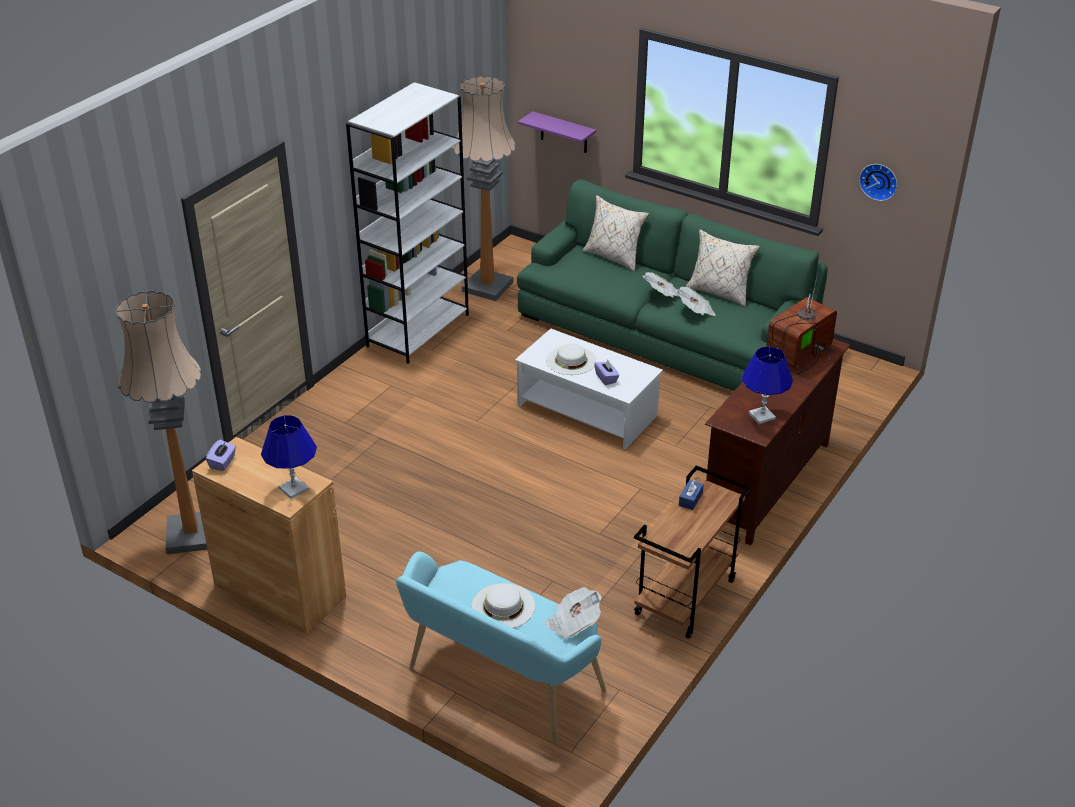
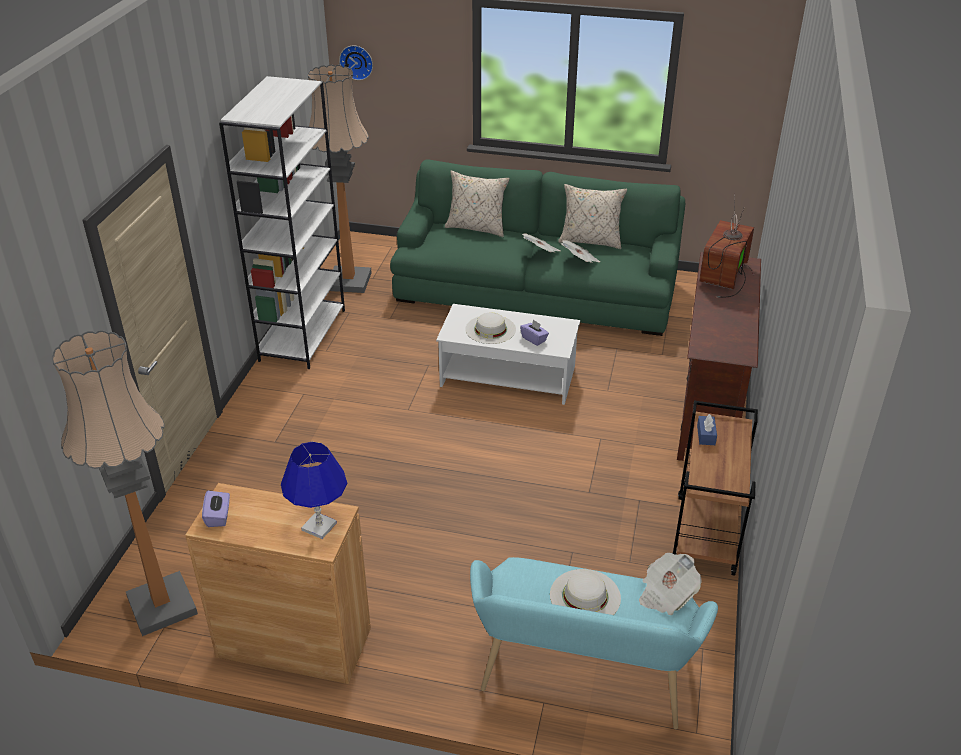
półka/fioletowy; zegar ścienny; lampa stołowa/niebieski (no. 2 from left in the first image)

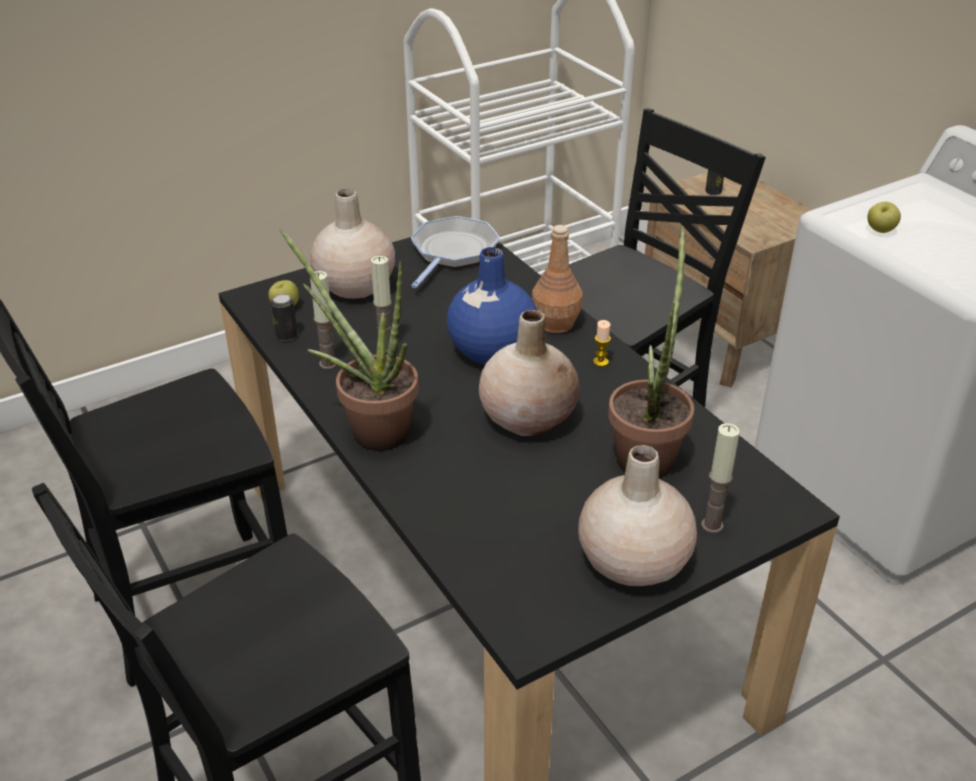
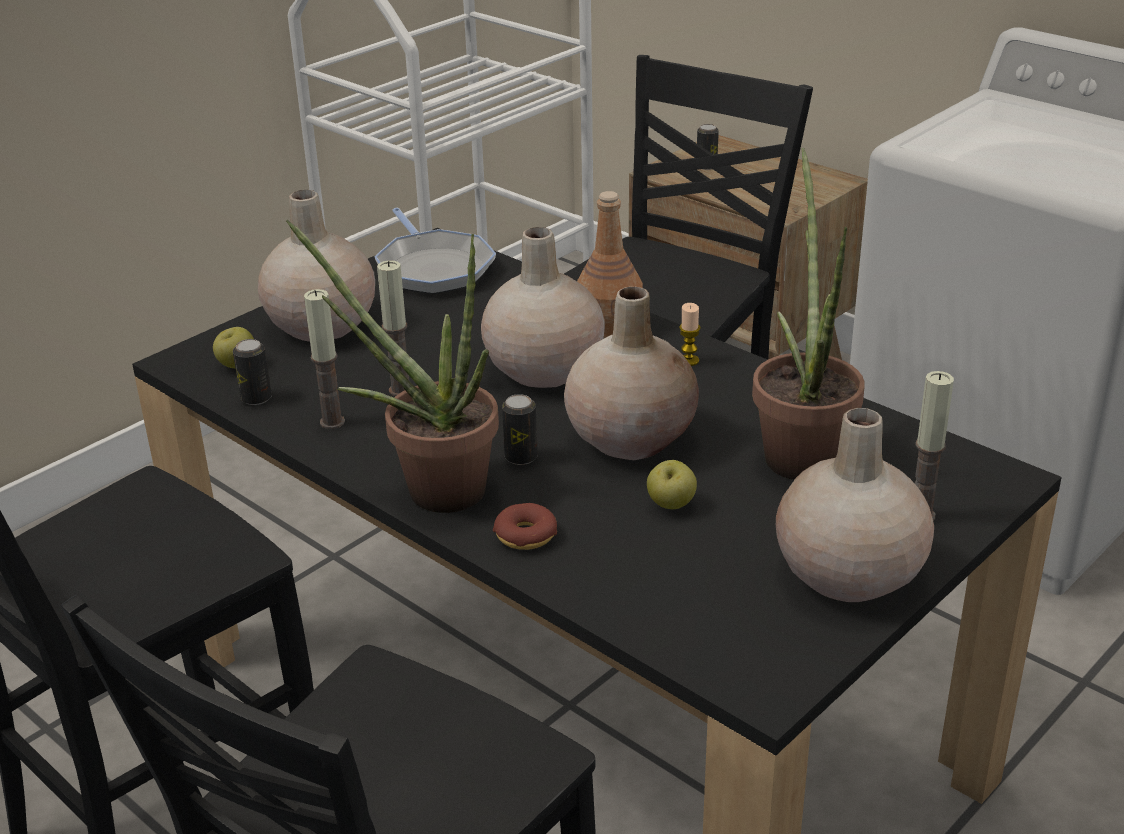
jabłko (no. 2 from left); patelnia; wazon/beżowy (no. 2 from left); puszka (no. 2 from left); donut

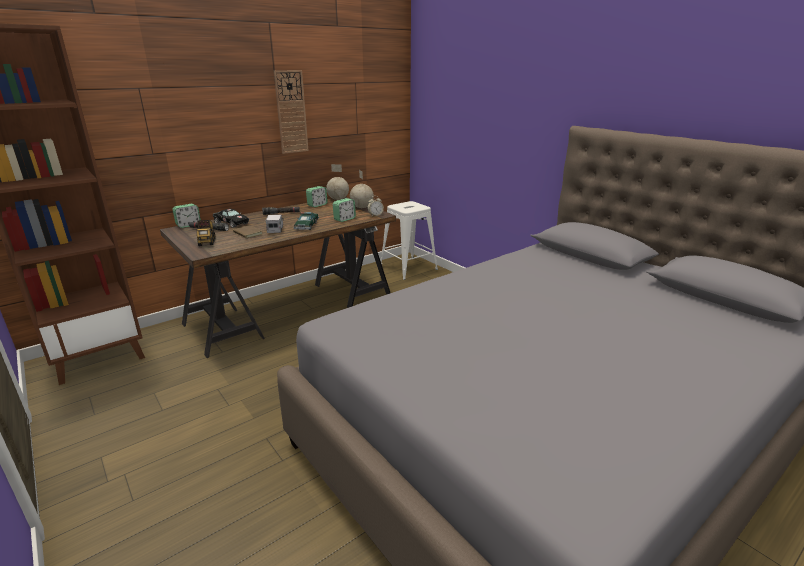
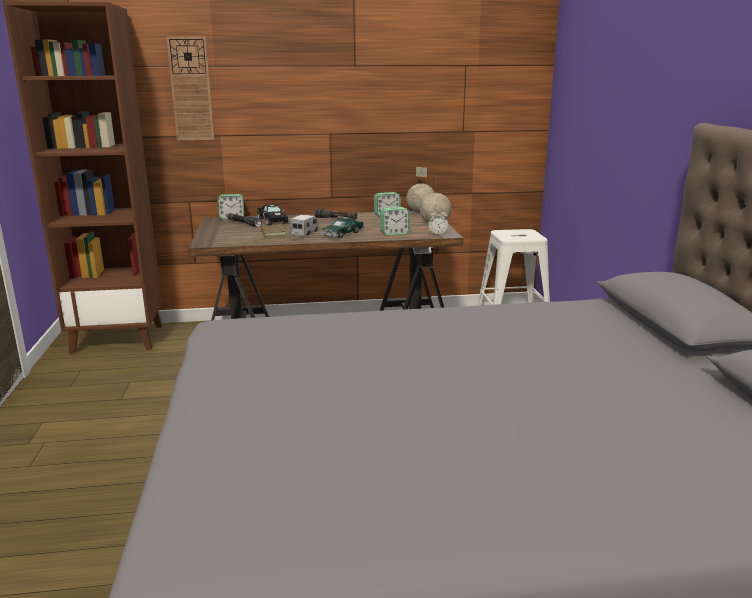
zegar ścienny; ciężarówka zabawkowa (no. 1 from left in the first image)

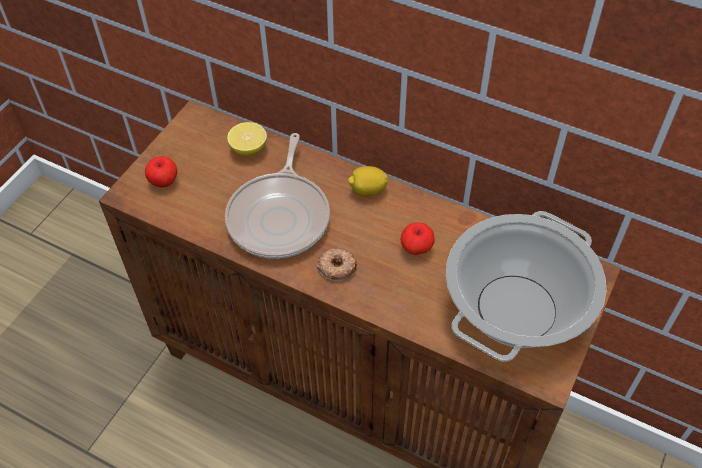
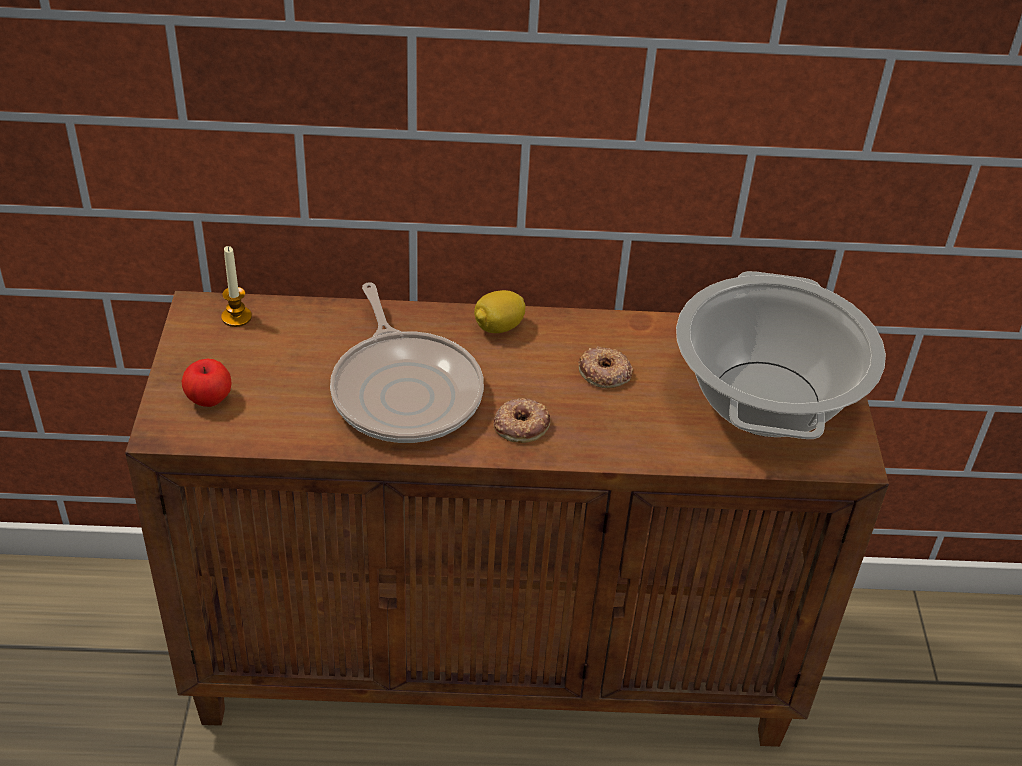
cytryna (no. 1 from left in the first image); donut (no. 2 from left); świeca

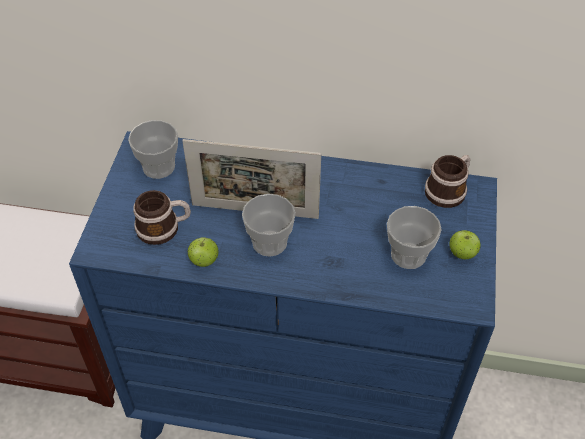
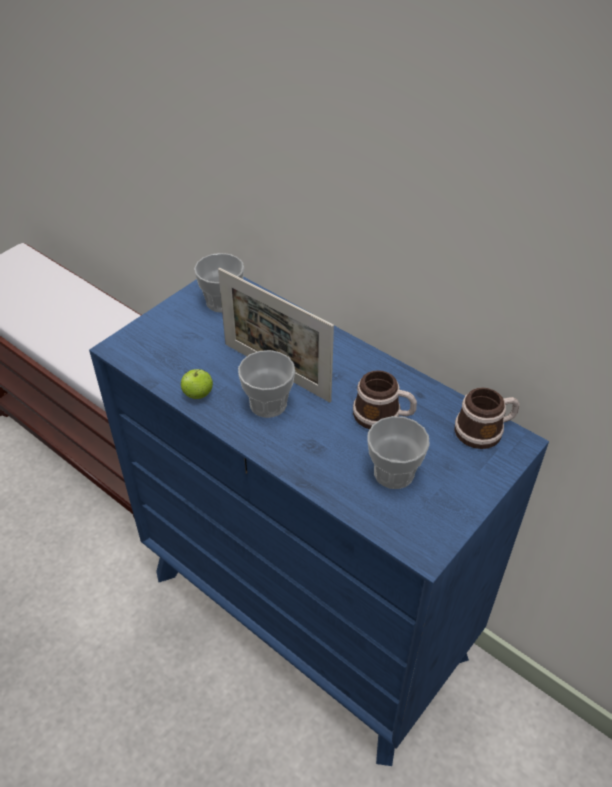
kubek (no. 1 from left); jabłko (no. 2 from left in the first image)

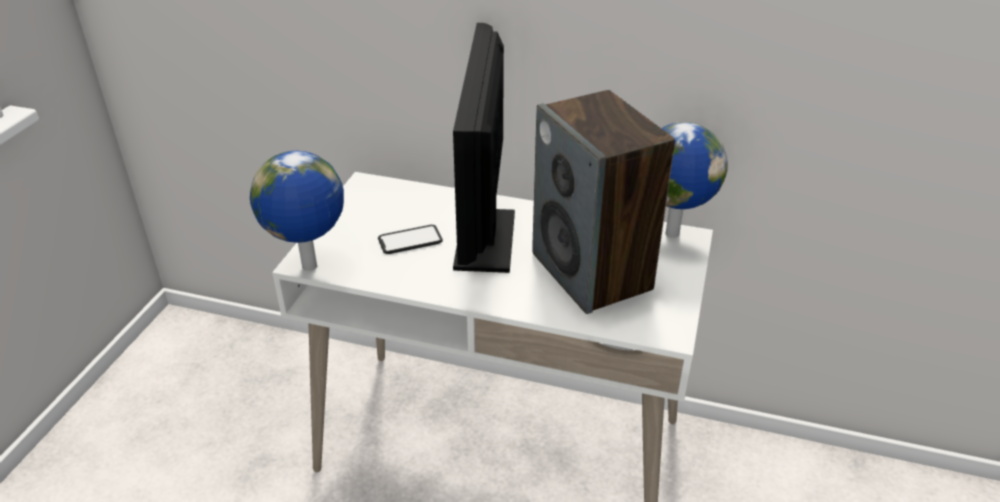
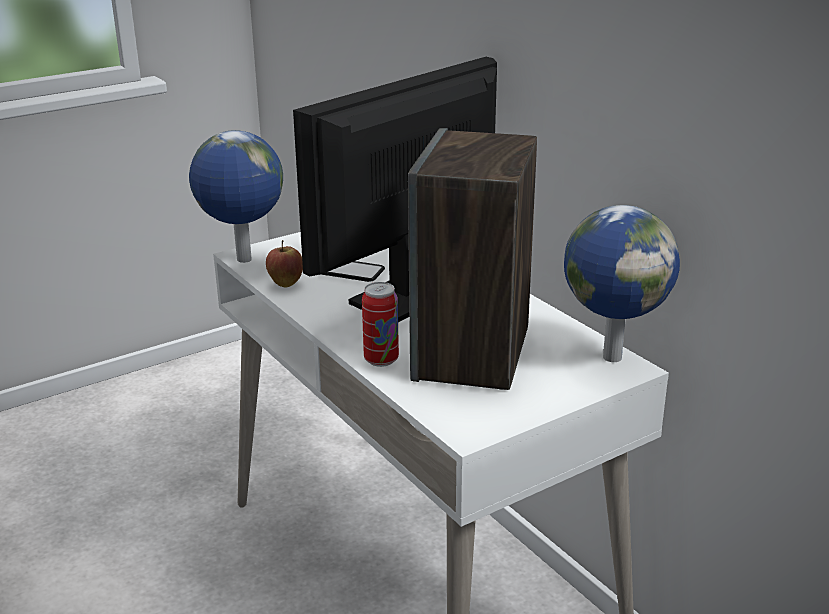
jabłko; puszka

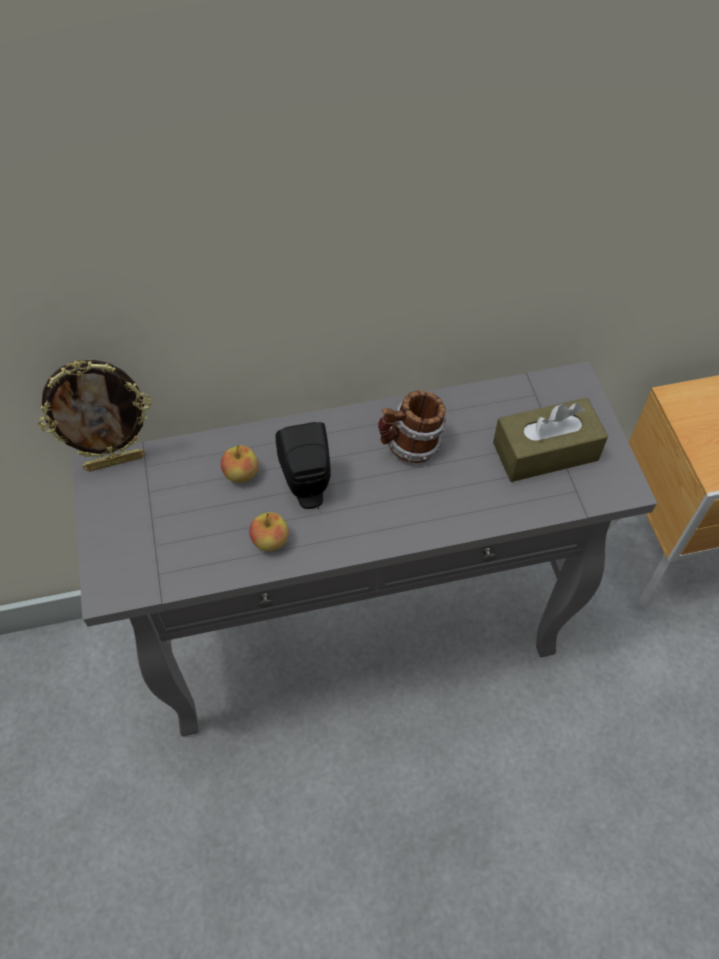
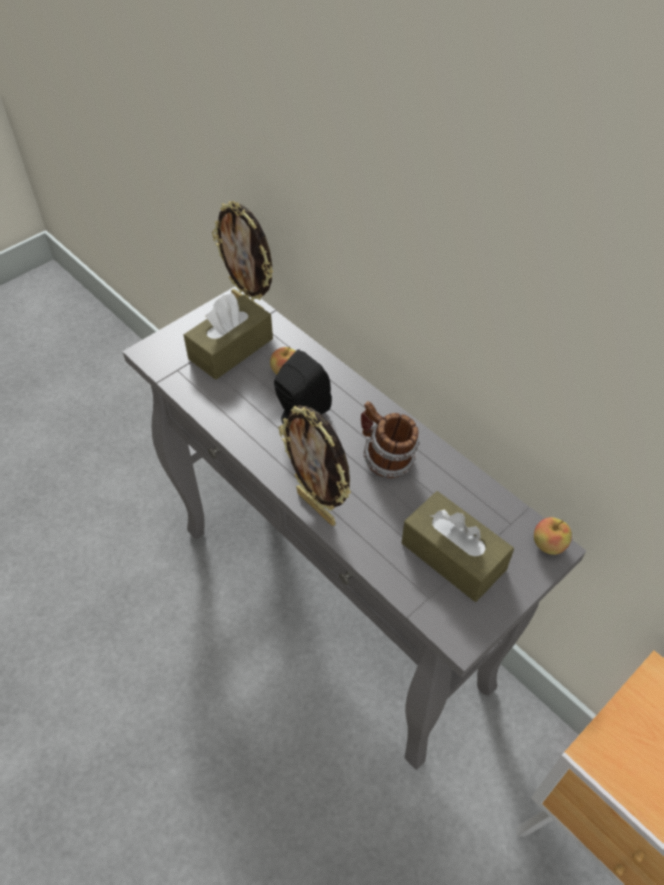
jabłko (no. 2 from left); pudełko chusteczek/brązowy (no. 1 from left); ramka na zdjęcie (no. 2 from left)

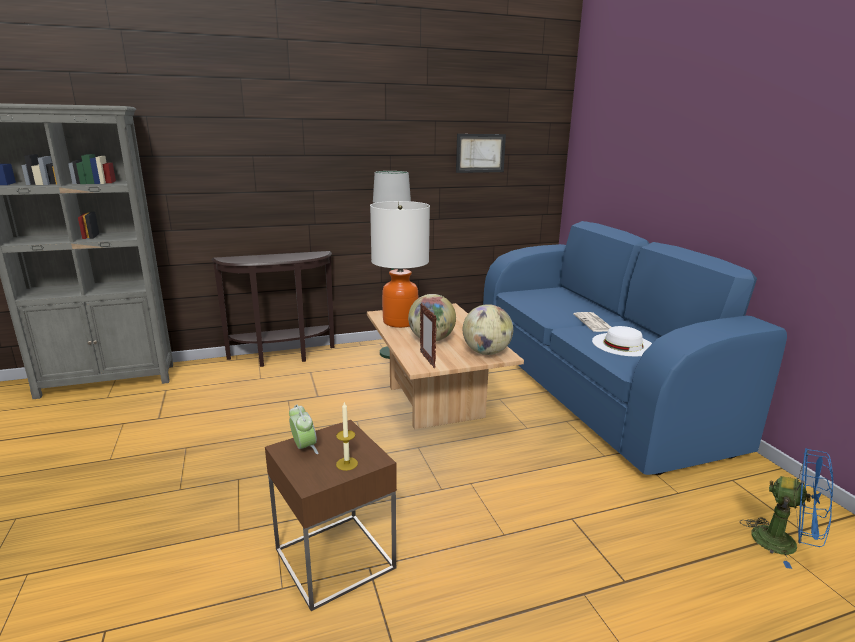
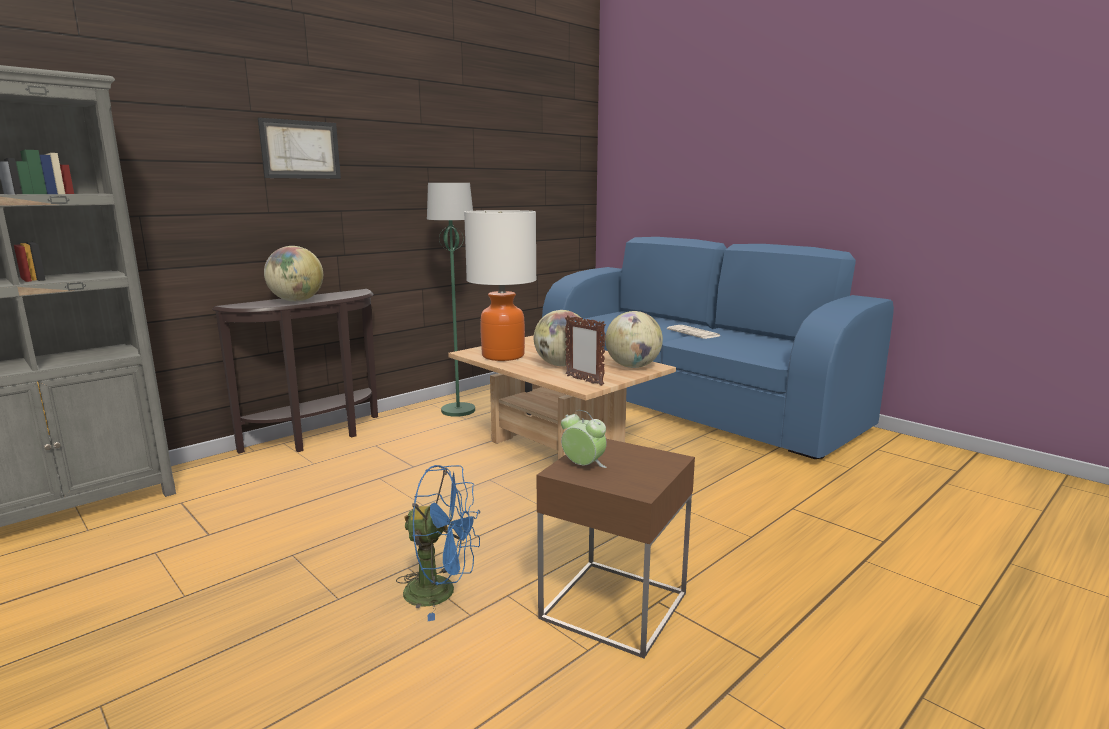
obraz; kapelusz/biały; świeca; wentylator/niebieski; globus (no. 1 from left)

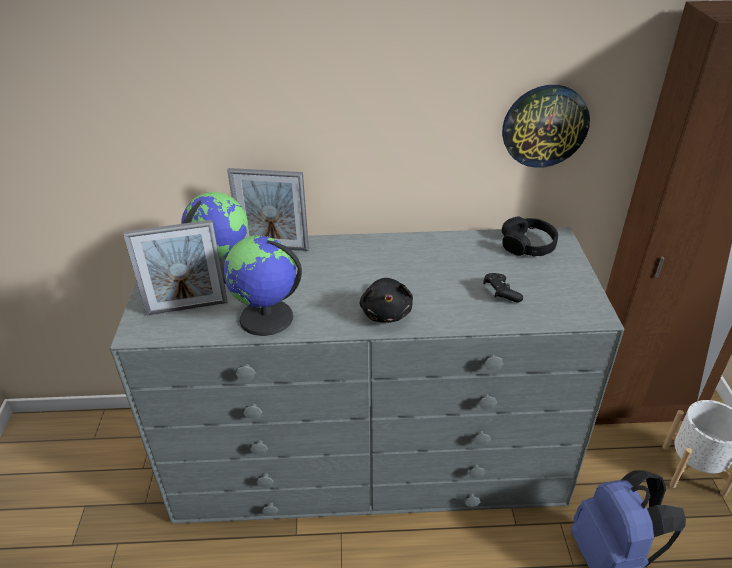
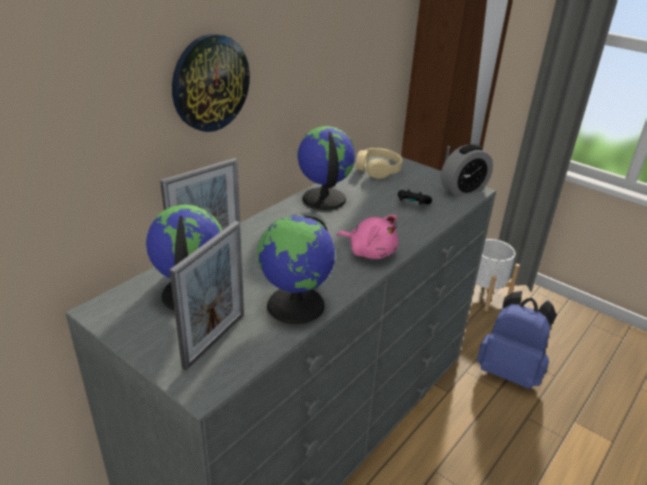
zegar ścienny; słuchawki/beżowy; pluszak/różowy; globus (no. 3 from left); budzik

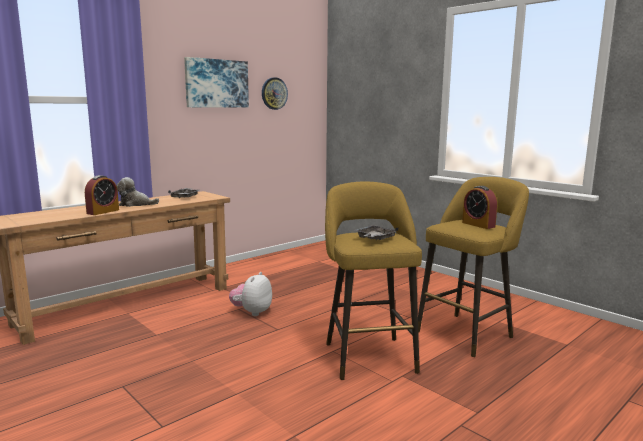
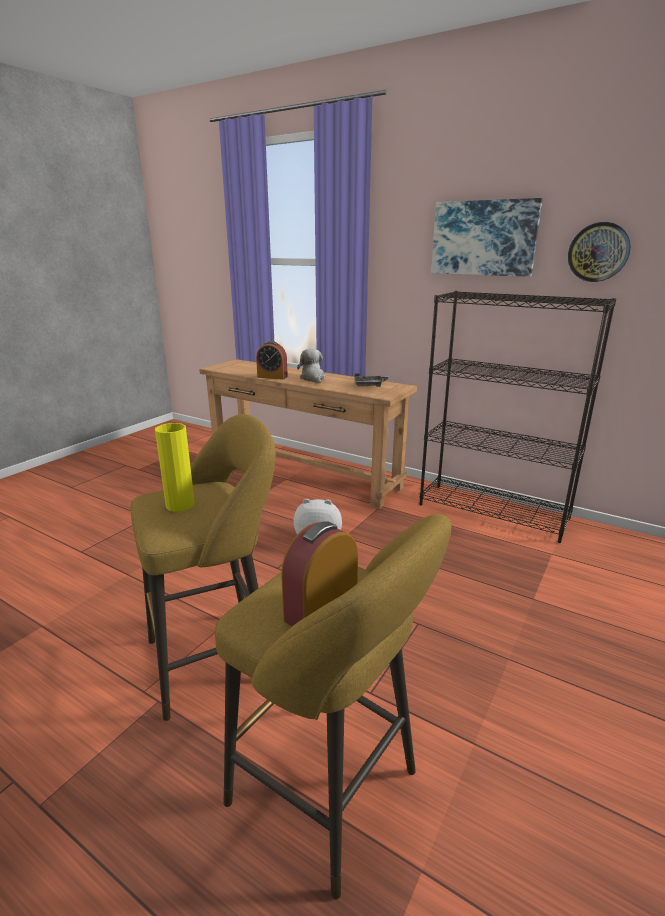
wazon/żółty; regał/czarny

